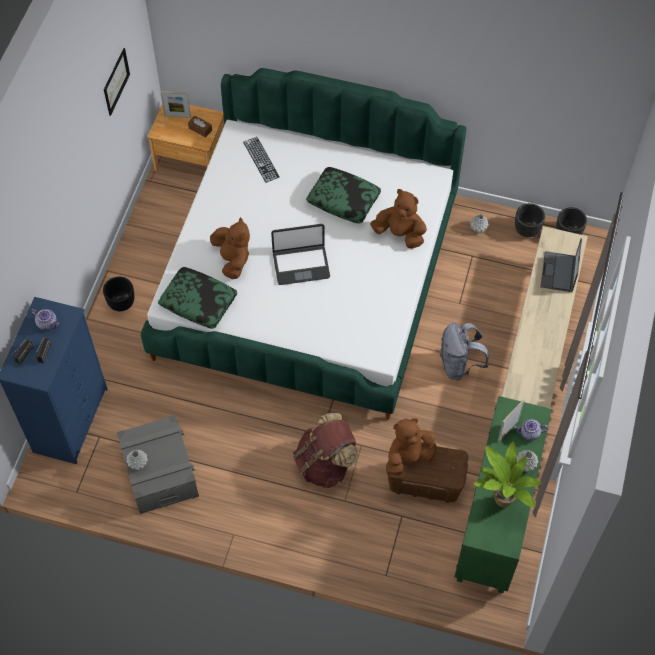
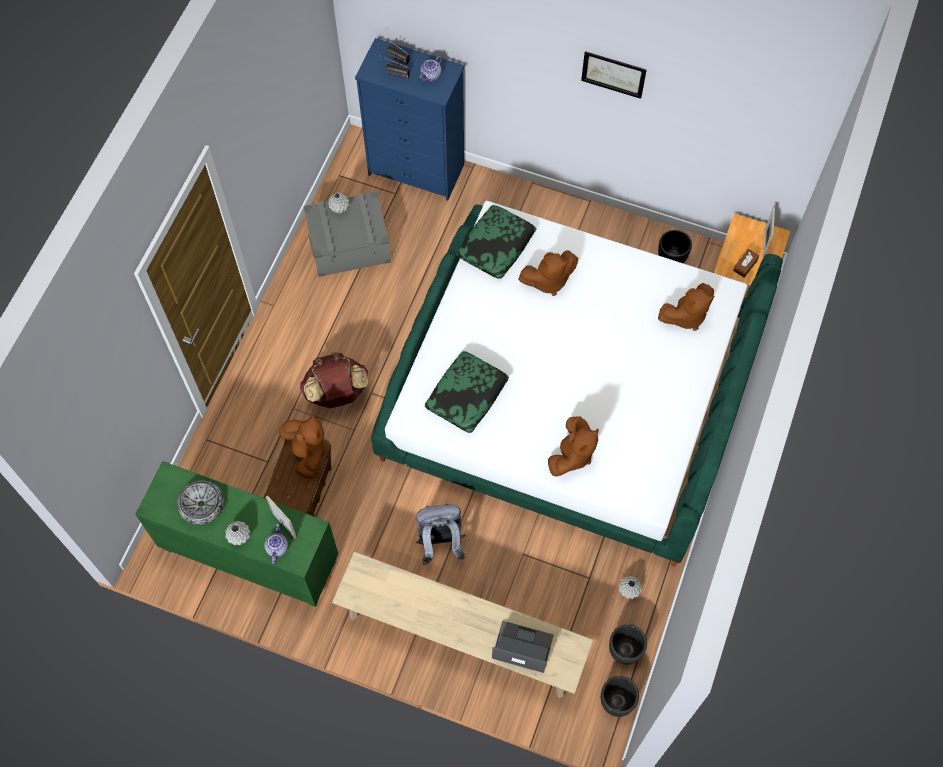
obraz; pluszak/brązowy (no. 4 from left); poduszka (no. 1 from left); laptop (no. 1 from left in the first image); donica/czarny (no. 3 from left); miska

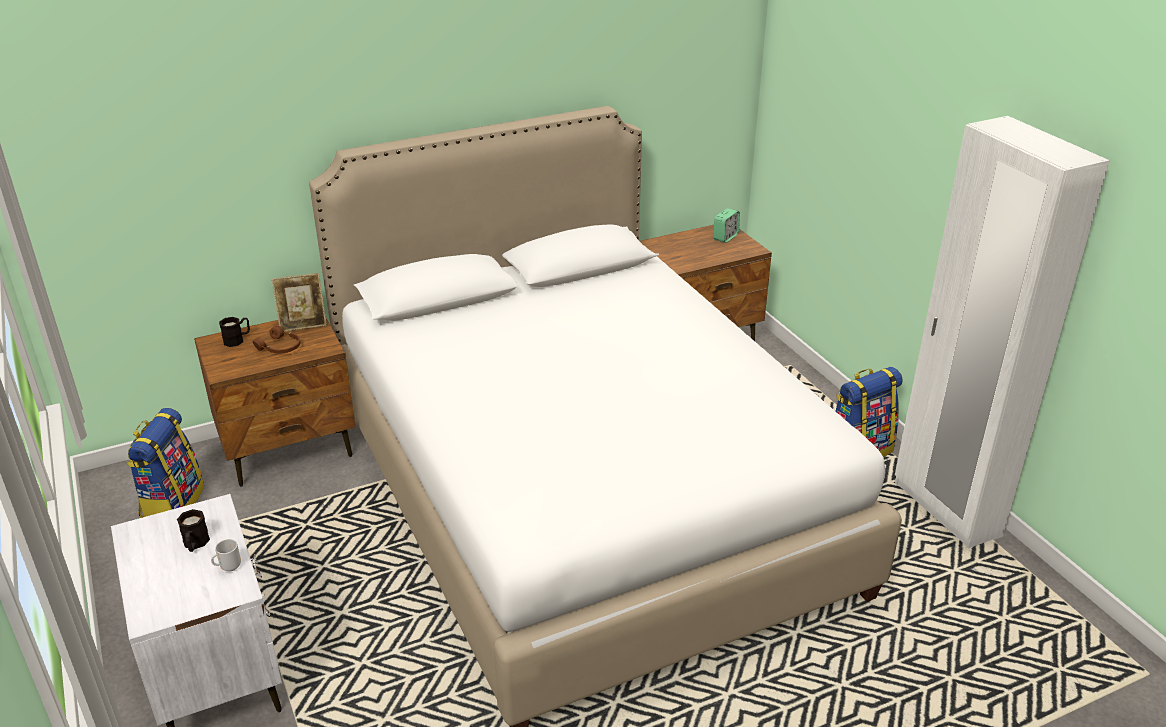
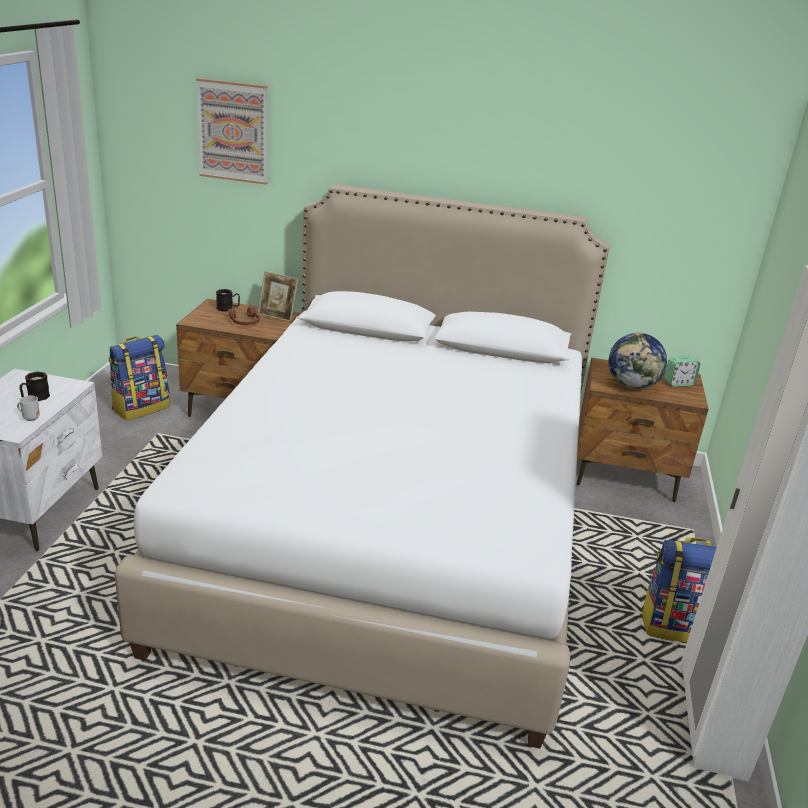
obraz; globus

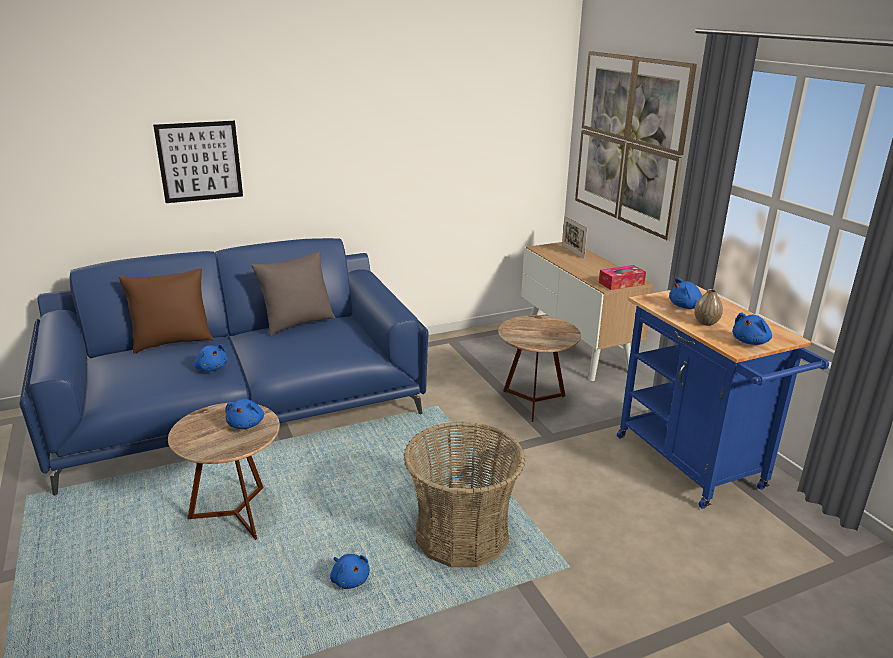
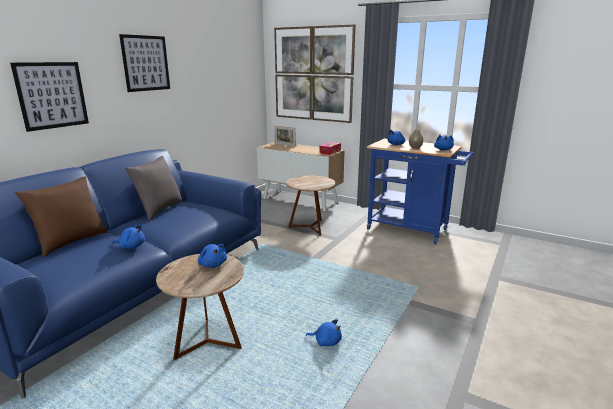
koszyk; obraz (no. 2 from left)

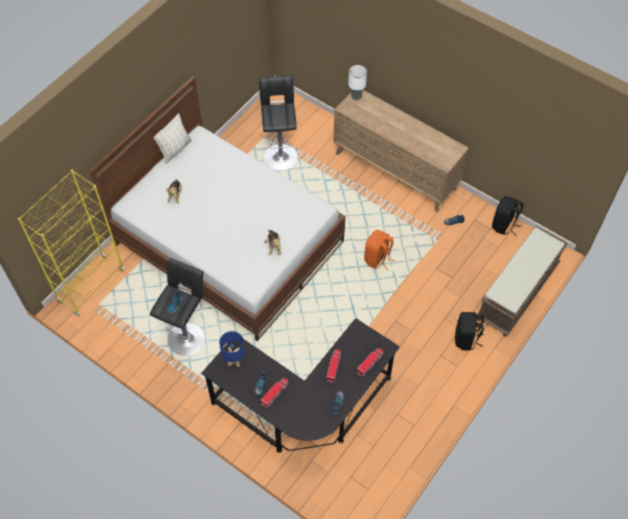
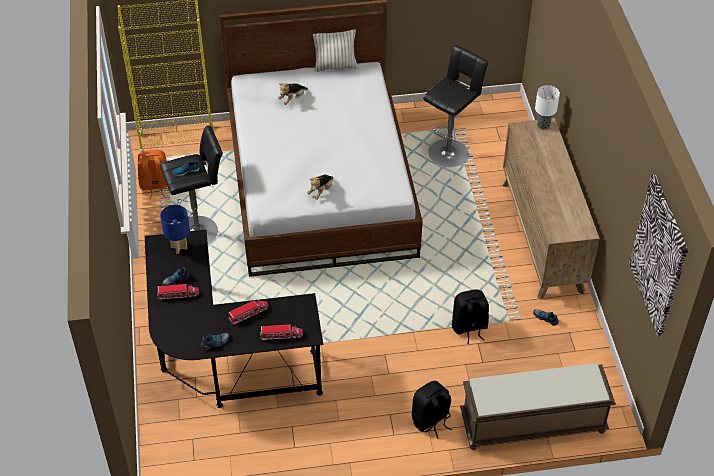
plecak/czarny (no. 2 from left); plecak/pomarańczowy; obraz

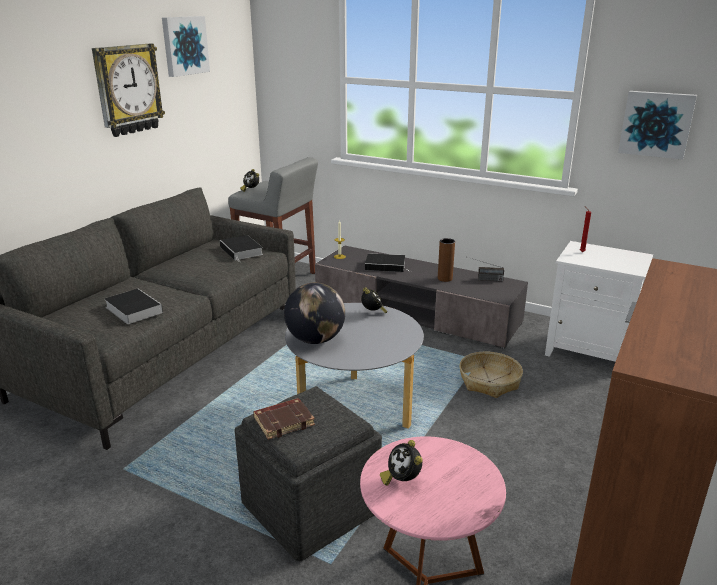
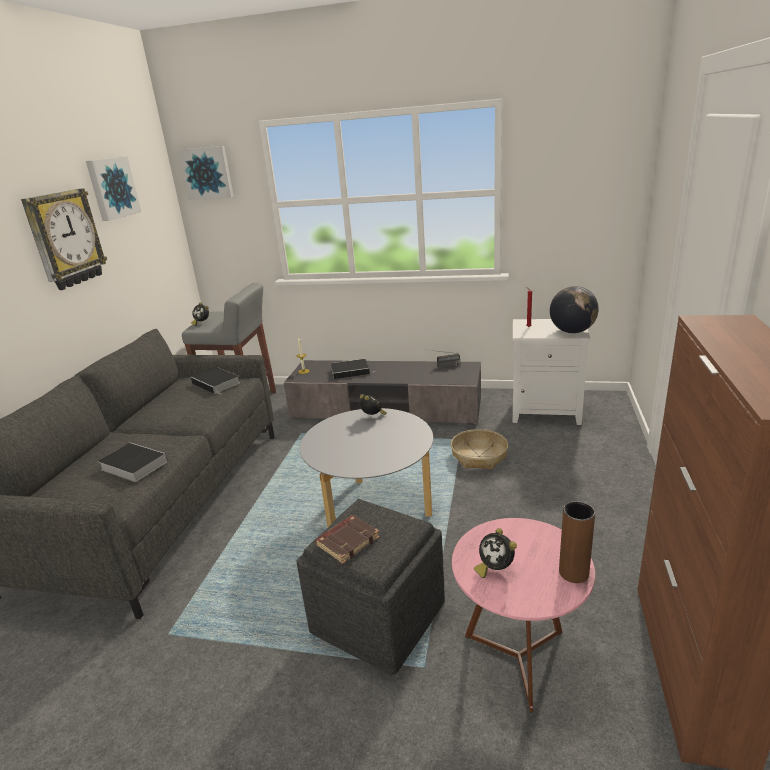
obraz (no. 2 from left); wazon/brązowy; globus

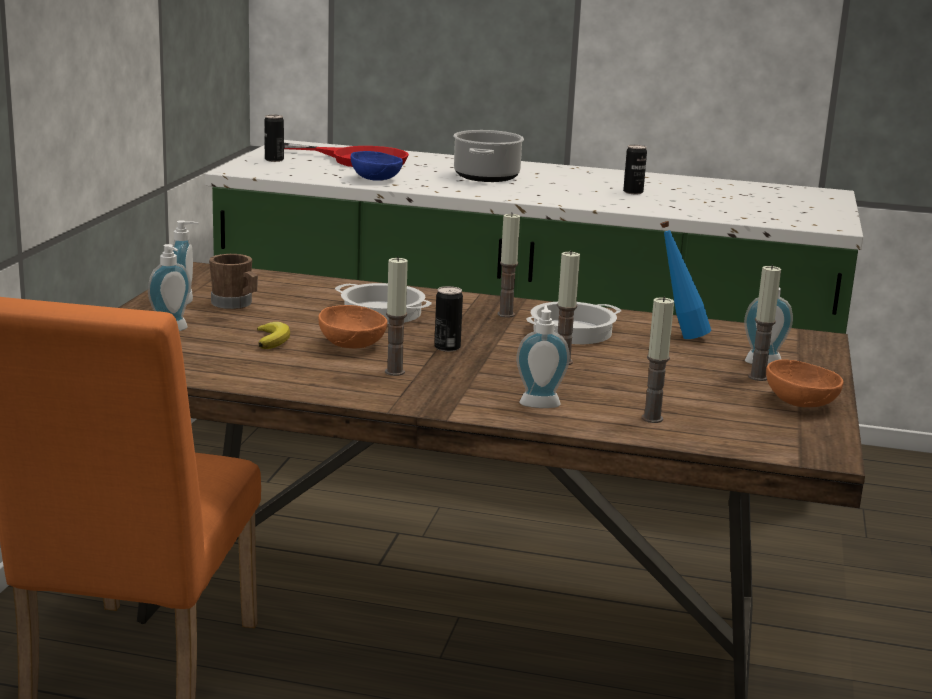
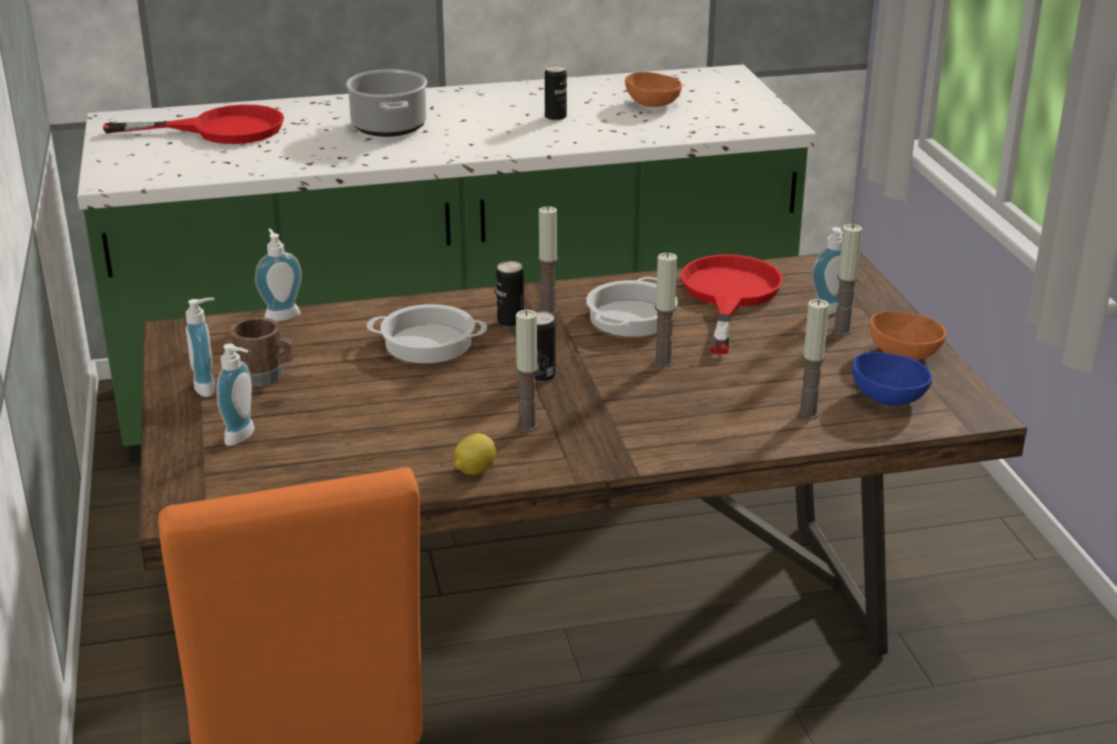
puszka (no. 1 from left); miska/niebieski; patelnia/czerwony (no. 2 from left); miska/pomarańczowy (no. 1 from left); dozownik mydła (no. 3 from left); banan; cytryna

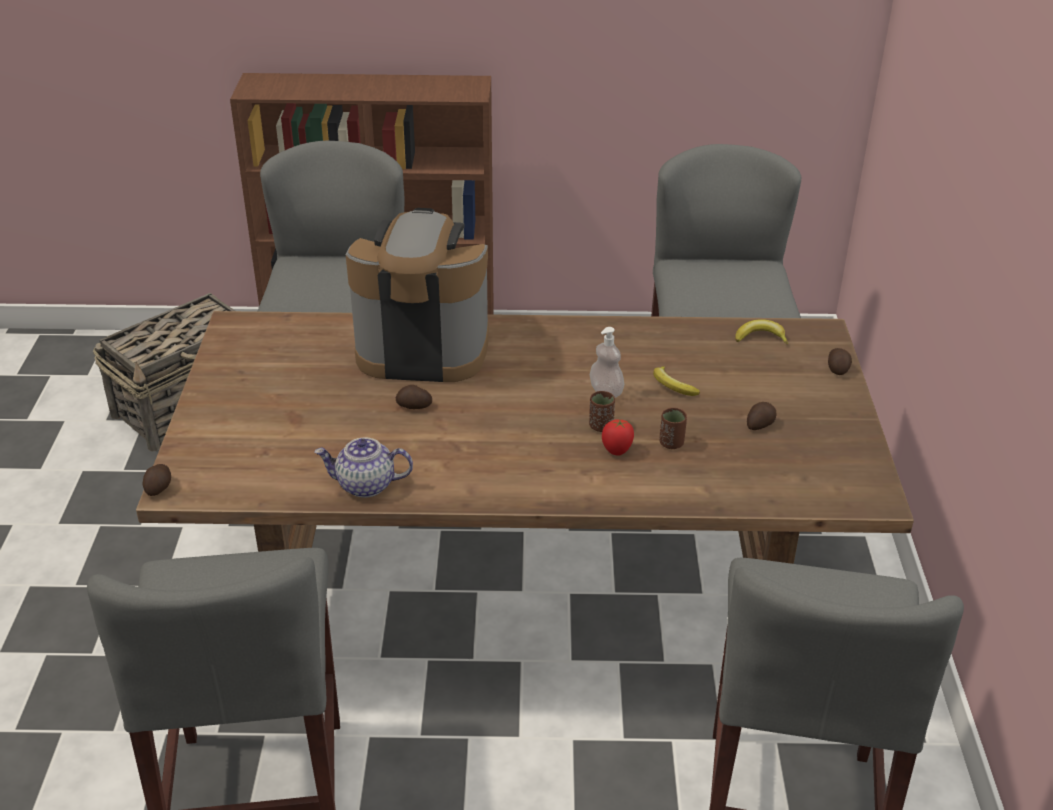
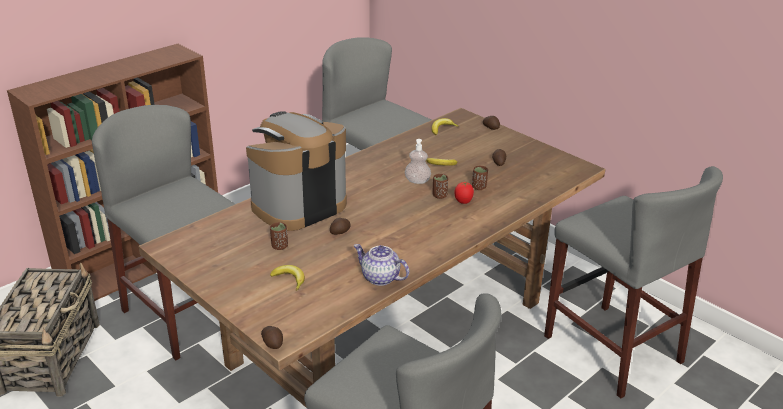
imbryk; filiżanka/brązowy (no. 1 from left); banan (no. 1 from left)

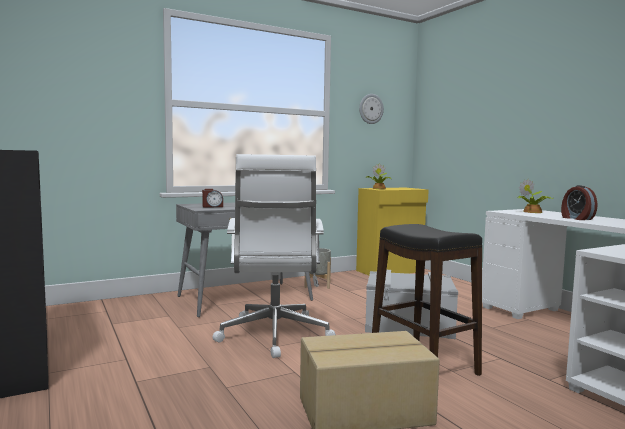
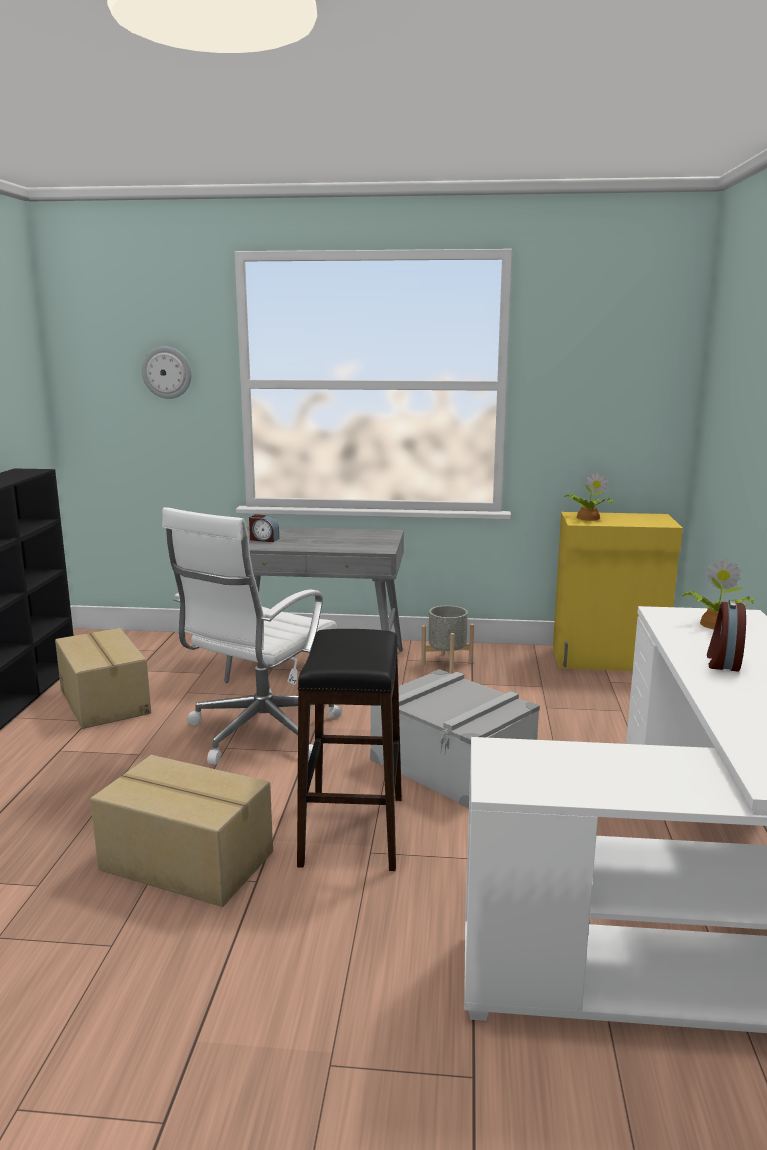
zegar ścienny; karton (no. 1 from left)

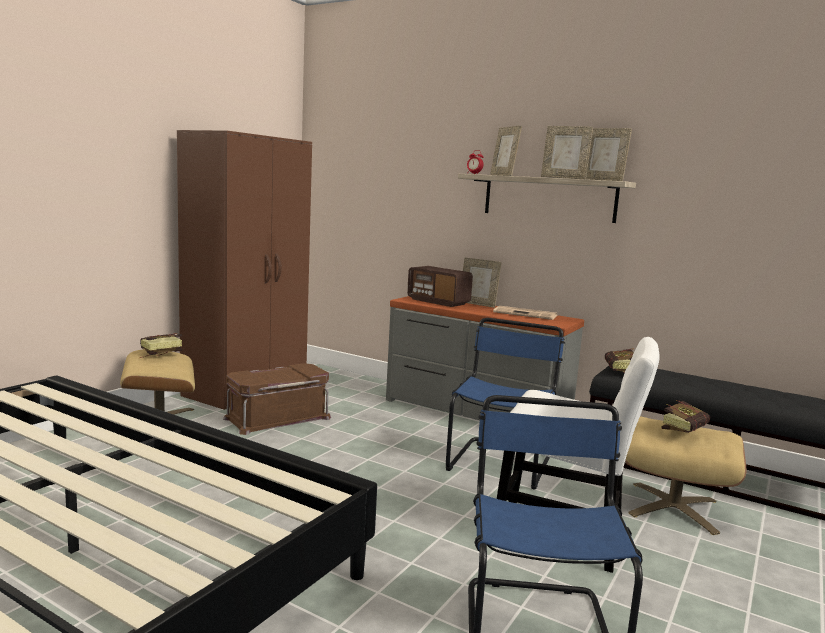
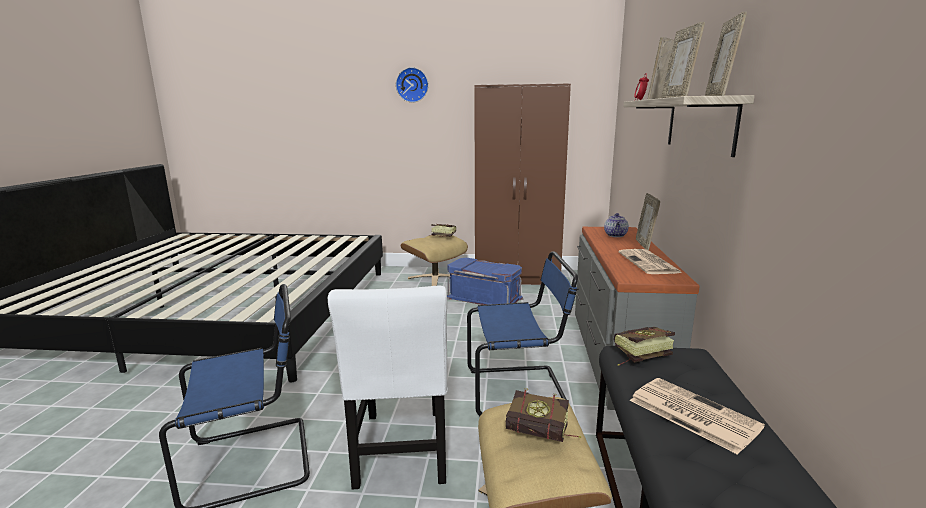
imbryk; pojemnik do przechowywania/niebieski; zegar ścienny; gazeta (no. 2 from left)

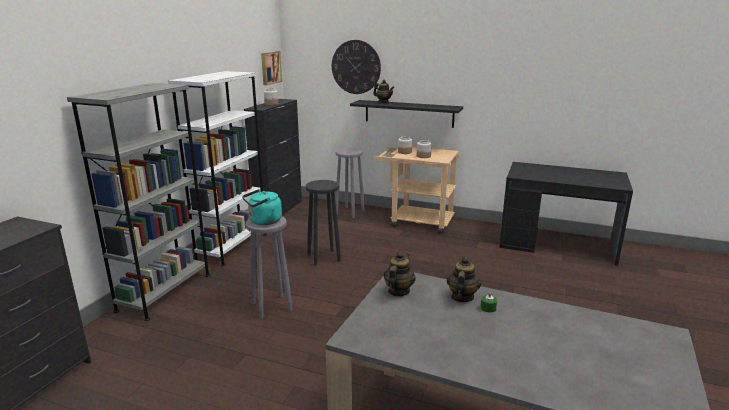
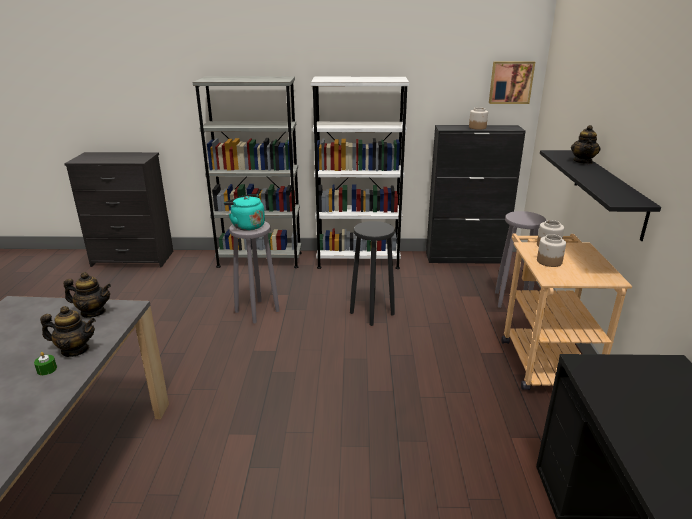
zegar ścienny

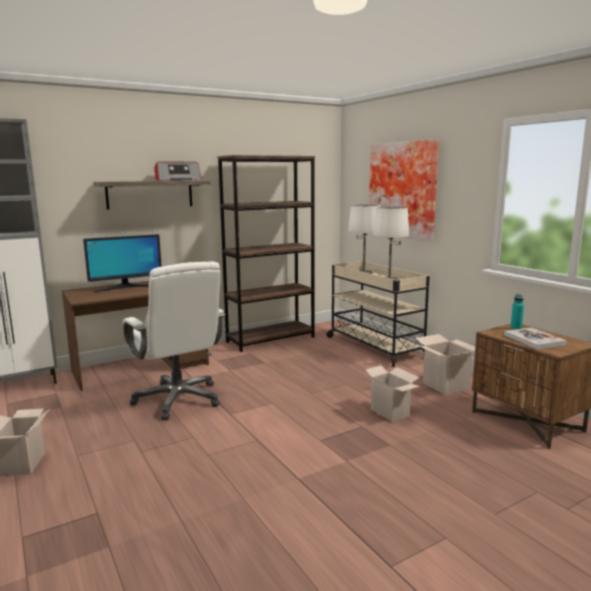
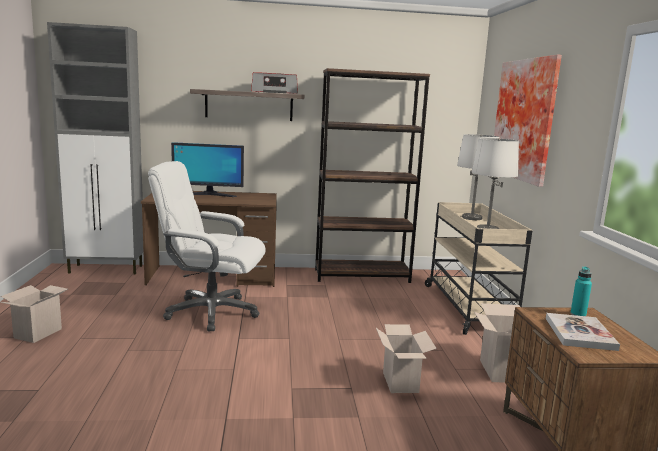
krzesło biurowe/biały

